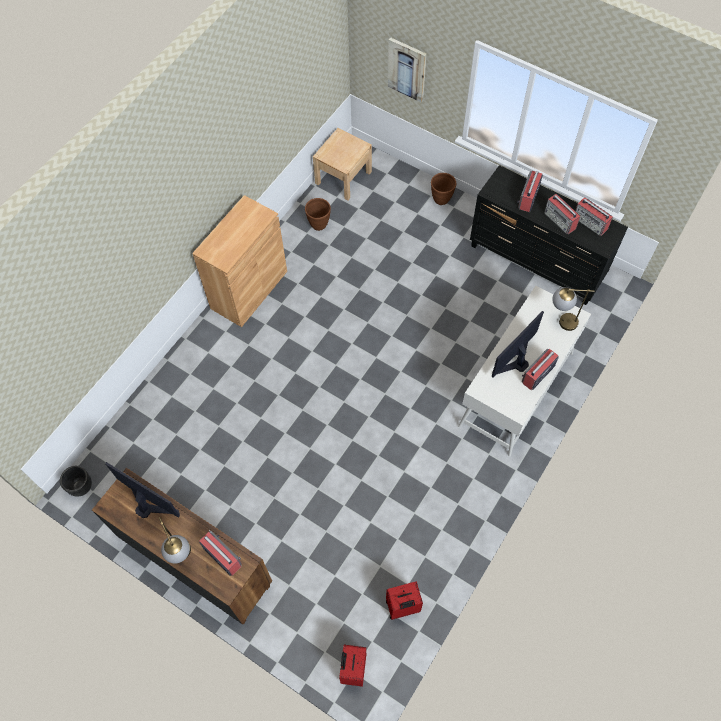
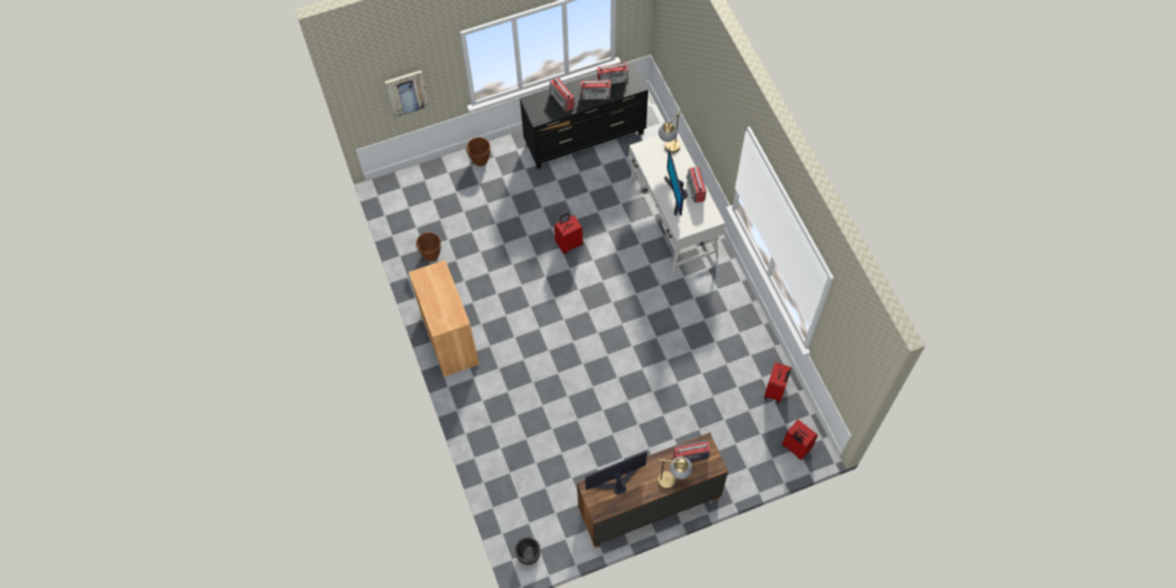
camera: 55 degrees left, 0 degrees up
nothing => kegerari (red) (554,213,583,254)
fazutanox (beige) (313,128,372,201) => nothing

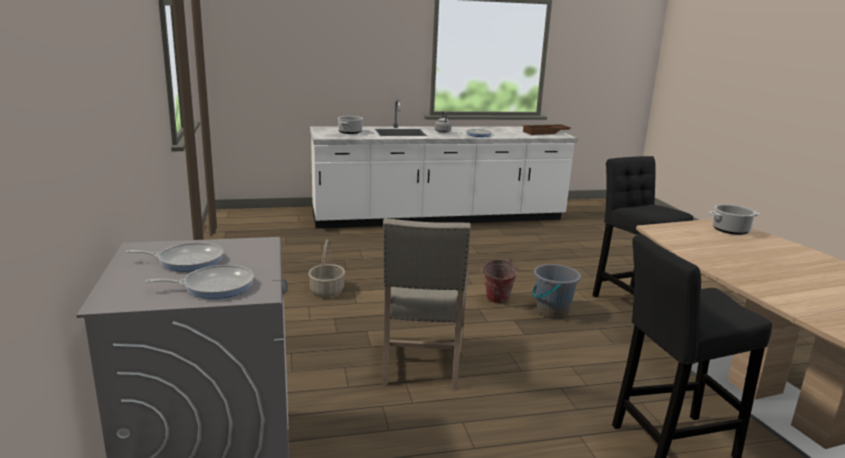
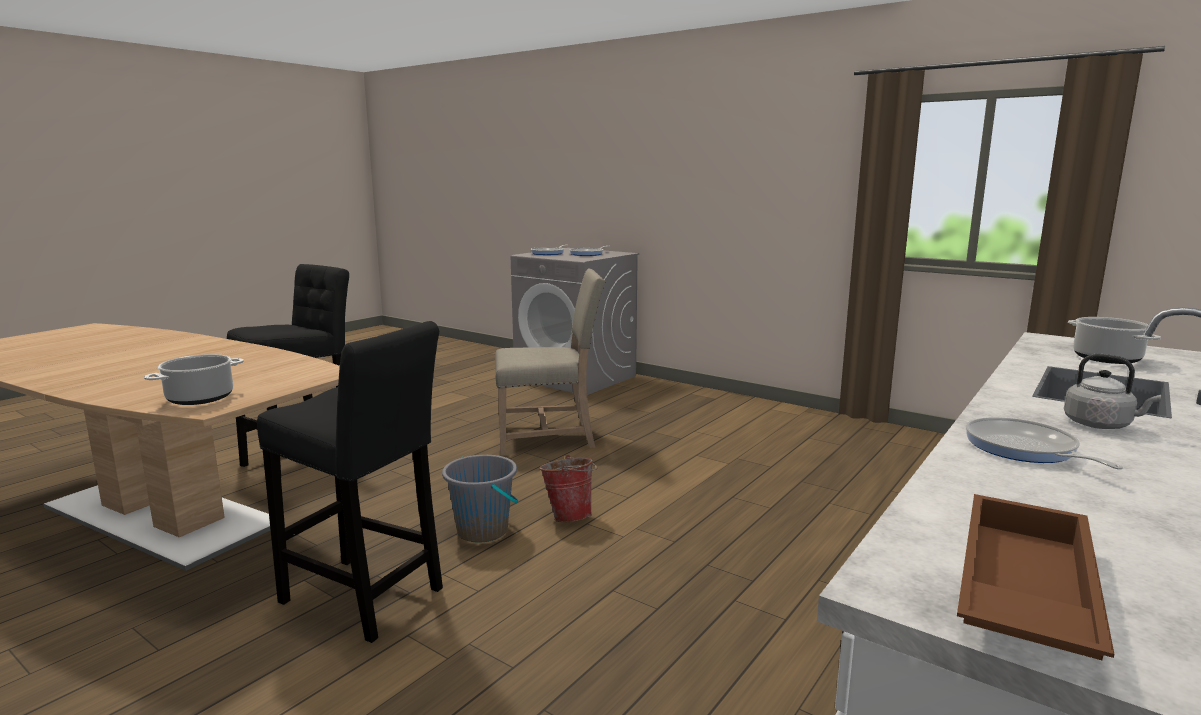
camera: 140 degrees right, 5 degrees down
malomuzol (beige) (382,218,471,391) => malomuzol (beige) (495,268,605,456), 120 degrees clockwise
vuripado (308,239,345,297) => nothing

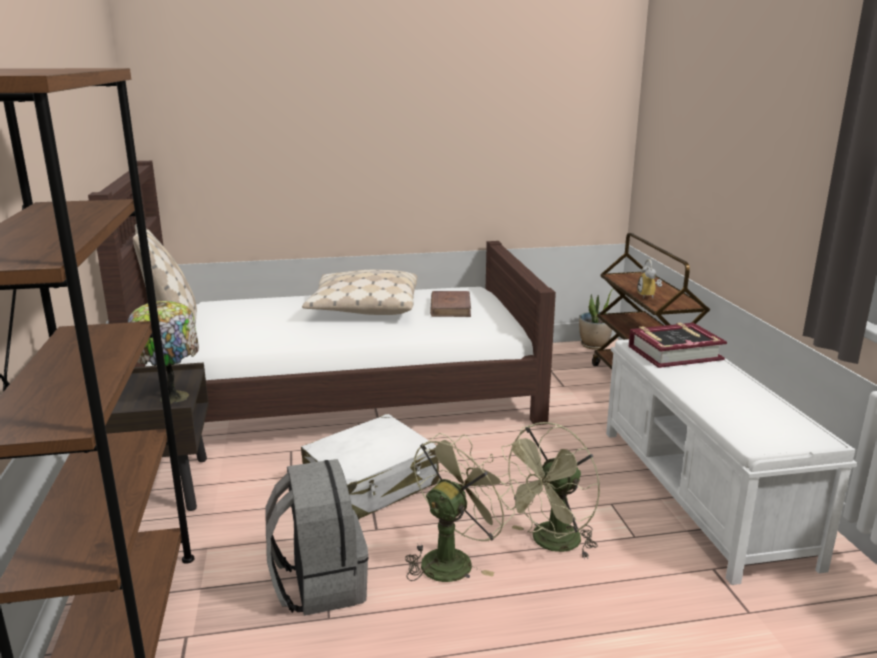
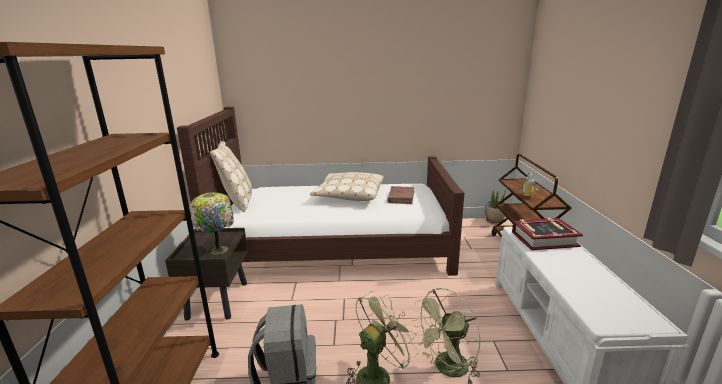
camera: 10 degrees right, 0 degrees up
kegerari (white) (301,414,439,520) => nothing

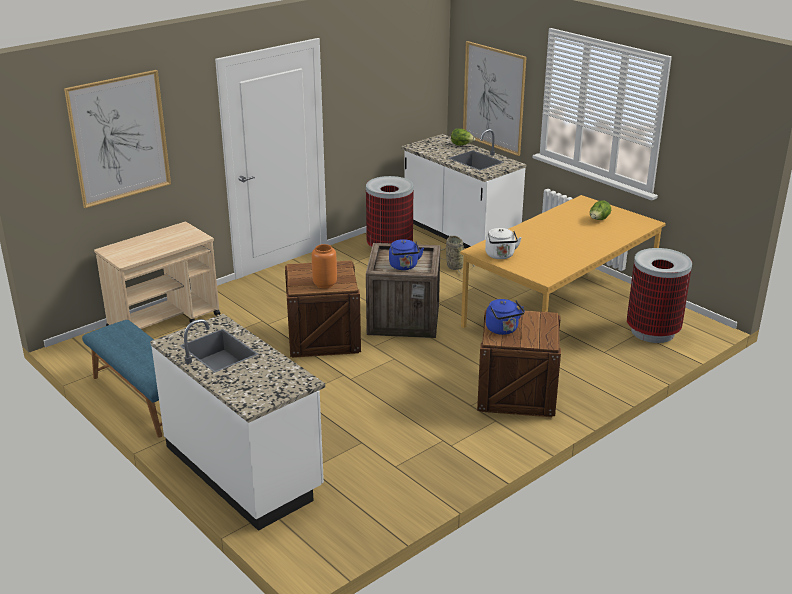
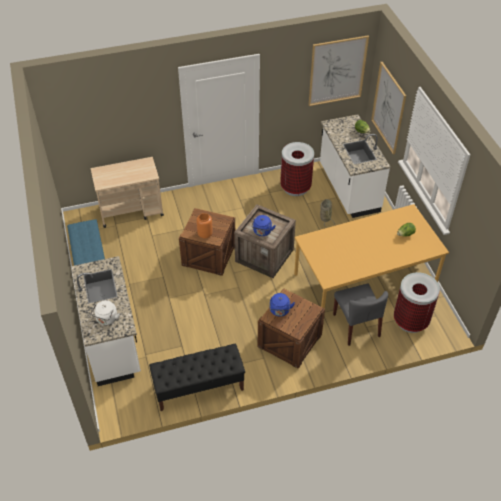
camera: 25 degrees right, 20 degrees up
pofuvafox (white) (485,228,522,259) => pofuvafox (white) (90,300,120,325), shifted
nothing => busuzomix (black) (149,343,245,411)
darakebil (64,70,171,208) => darakebil (309,35,369,106), shifted
nothing => malomuzol (grey) (333,284,388,346)

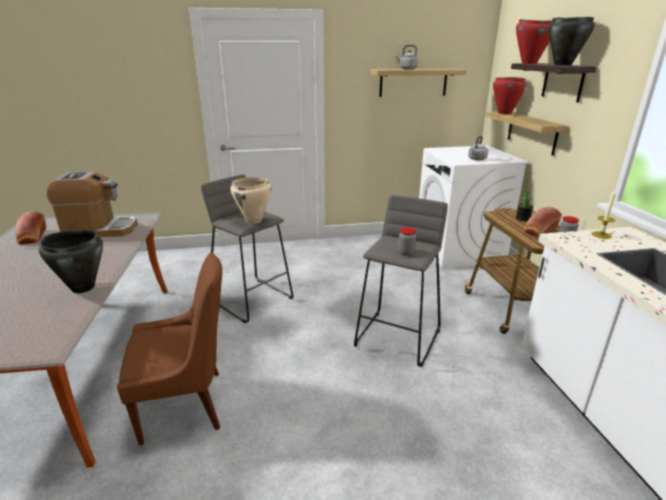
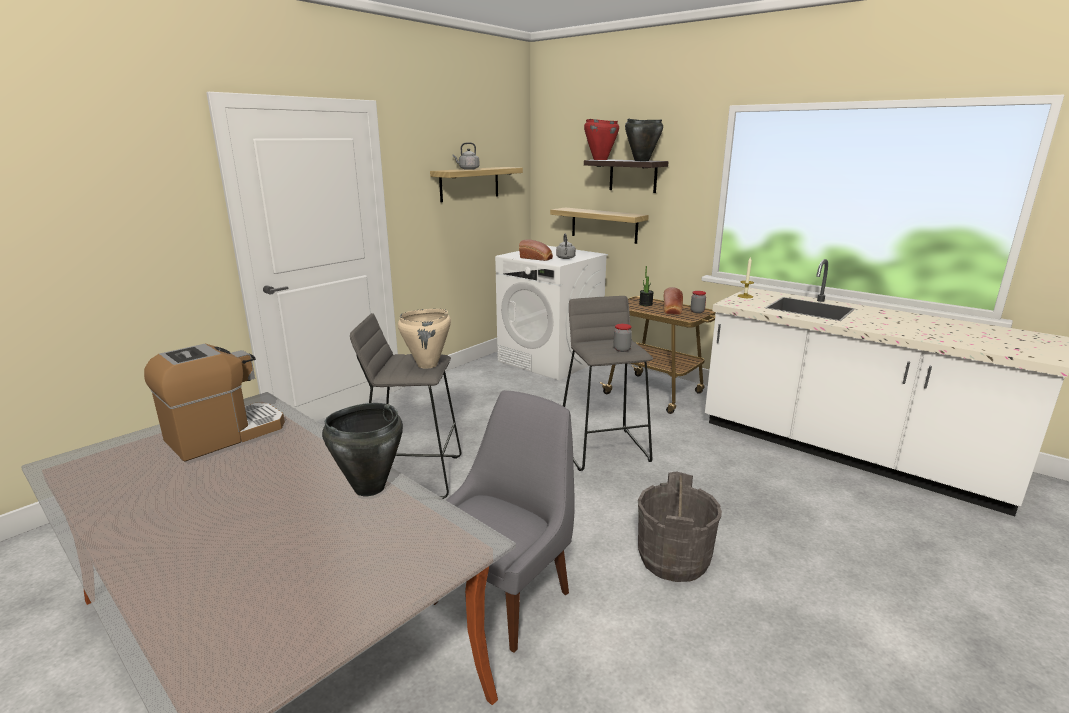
camera: 40 degrees left, 5 degrees down
malomuzol (brown) (117,252,222,445) => malomuzol (grey) (433,390,575,653)
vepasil (15,211,46,245) => vepasil (519,240,553,261), shifted
nothing => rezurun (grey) (638,471,722,582)
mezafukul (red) (493,77,527,114) => nothing

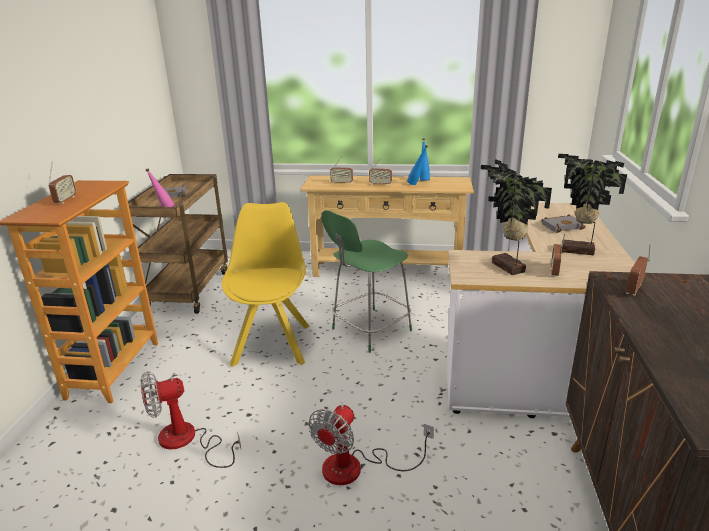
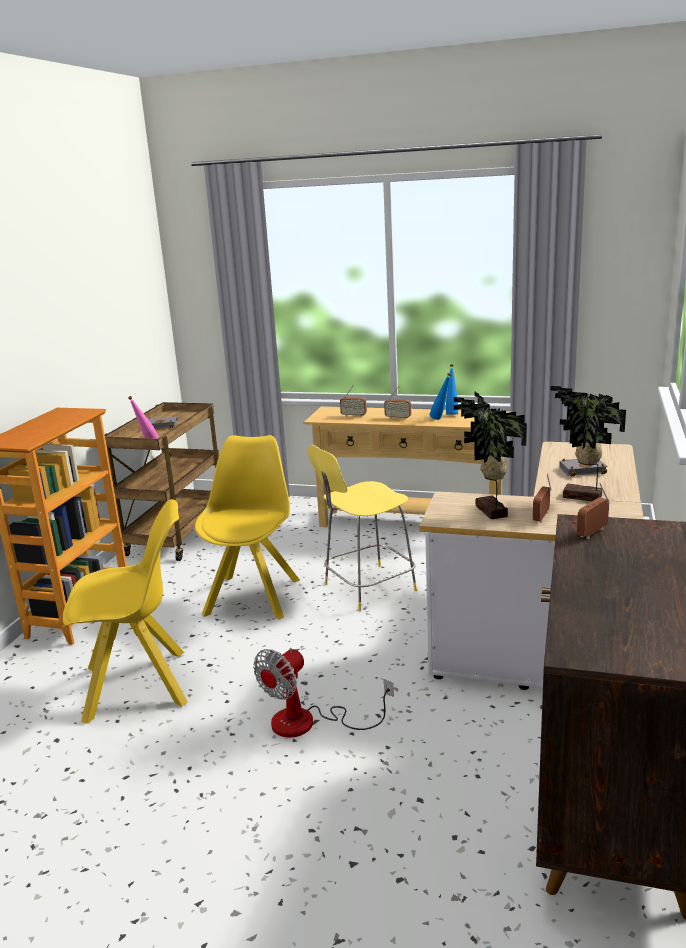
camera: 10 degrees right, 5 degrees down
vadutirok (140,371,241,468) => malomuzol (yellow) (63,499,188,724)
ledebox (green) (321,210,412,353) => ledebox (yellow) (308,445,417,611)
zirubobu (48,162,76,204) => nothing

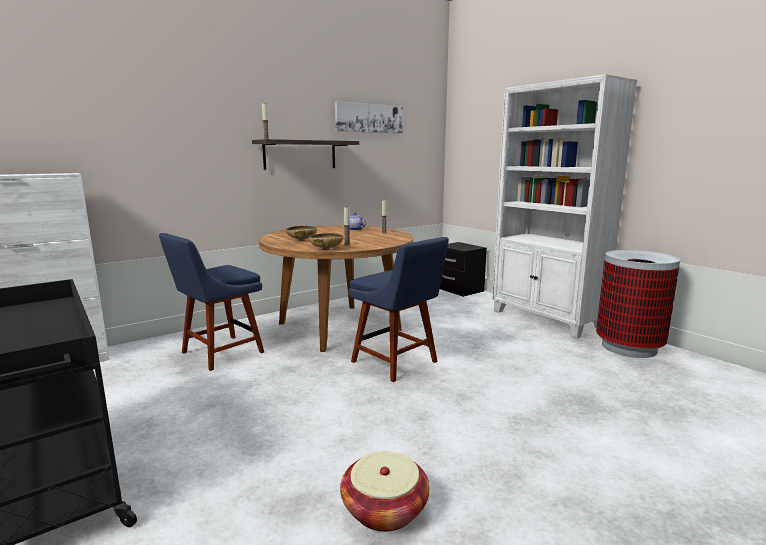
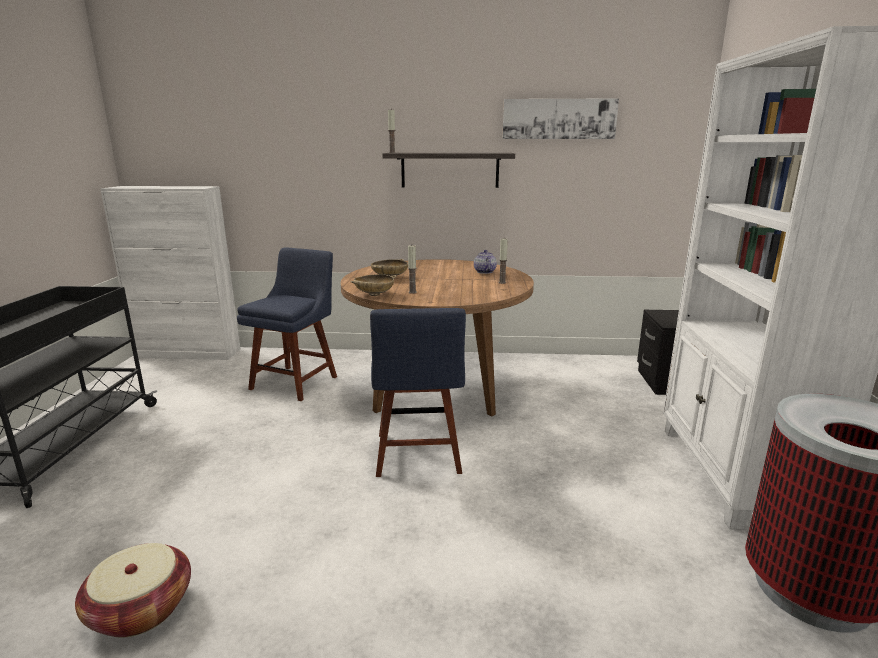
camera: 40 degrees right, 5 degrees up
malomuzol (blue) (159,233,264,371) => malomuzol (blue) (237,247,337,401), 120 degrees clockwise

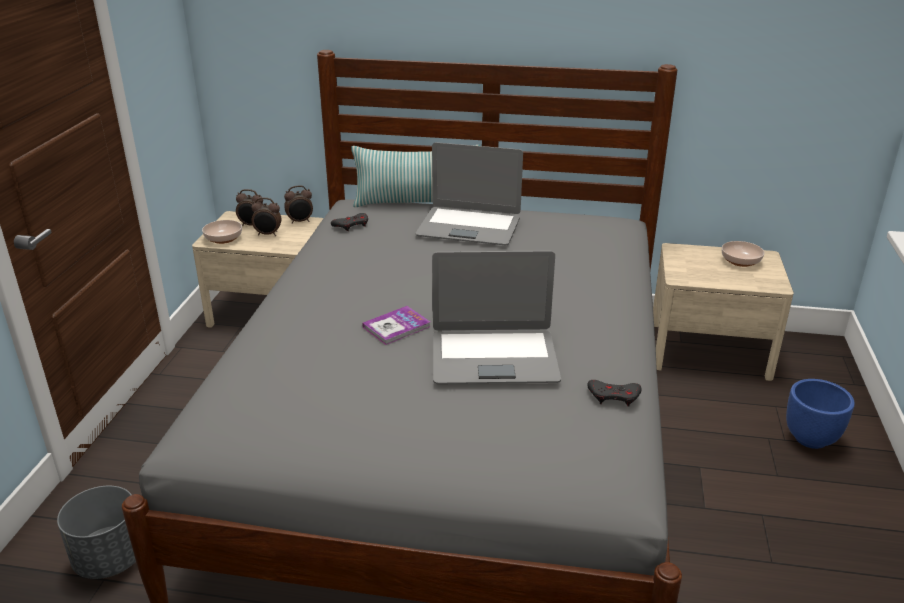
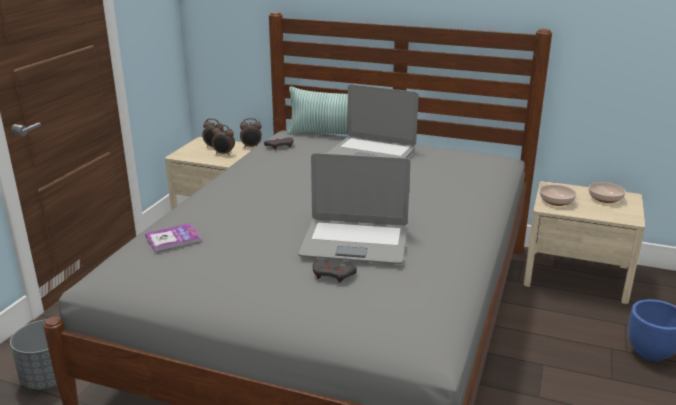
camera: 10 degrees right, 5 degrees down
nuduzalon (362,306,431,345) => nuduzalon (145,223,202,252), shifted
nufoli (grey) (588,380,642,407) => nufoli (grey) (313,260,357,283), shifted
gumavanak (202,220,242,244) => gumavanak (540,185,577,206), shifted

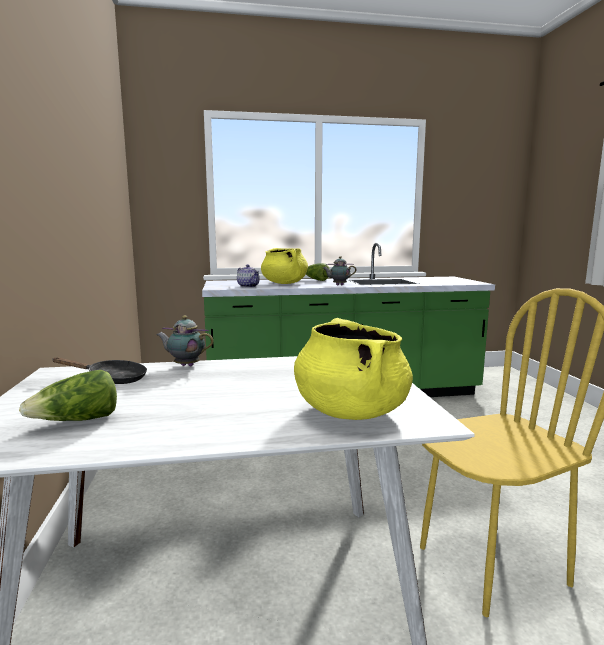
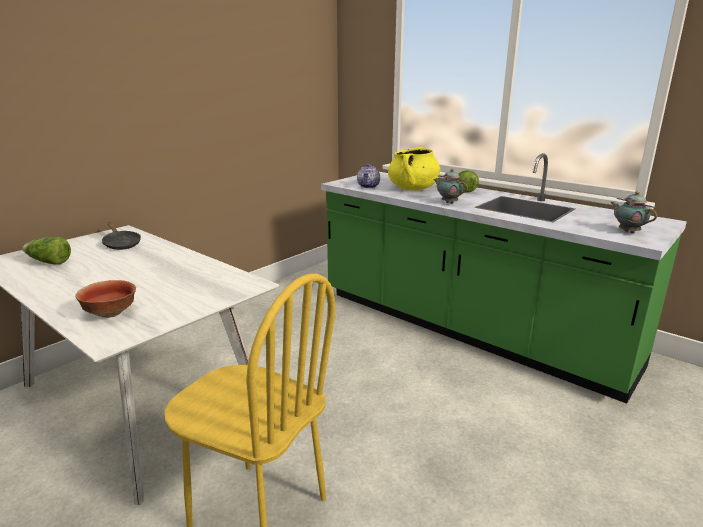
camera: 50 degrees right, 10 degrees up
mezafukul (yellow) (294,318,413,420) => gumavanak (75,280,136,318)
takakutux (156,315,214,366) => takakutux (610,191,657,234), shifted

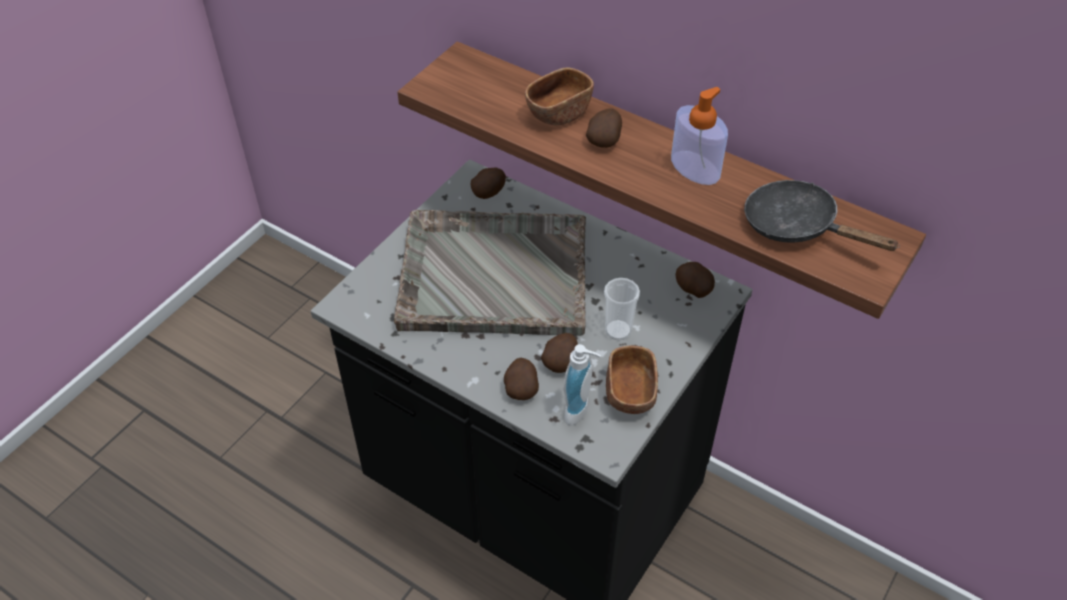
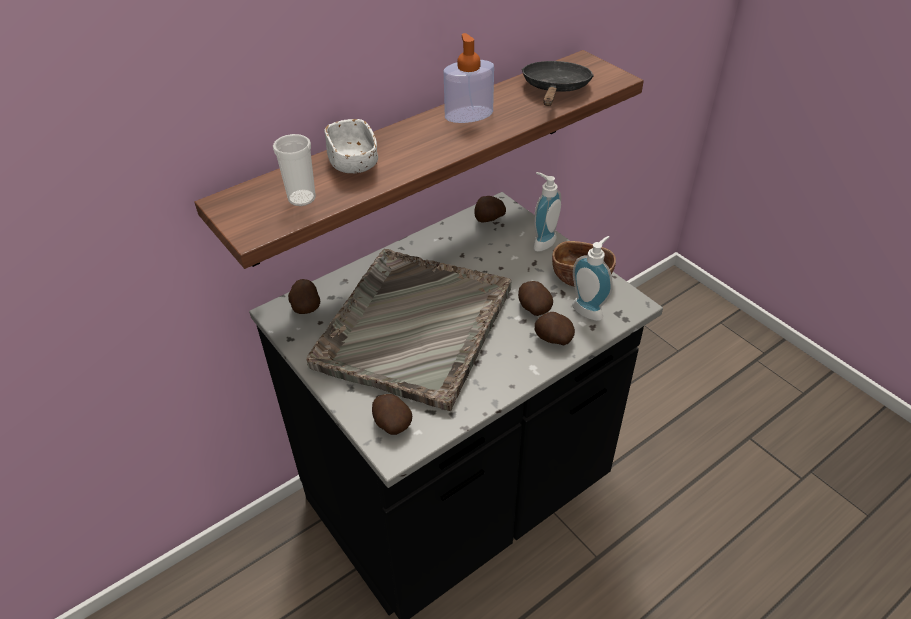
camera: 70 degrees left, 5 degrees down
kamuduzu (604,278,640,340) => kamuduzu (273,134,316,206), shifted
gumavanak (brown) (525,68,594,125) => gumavanak (white) (325,119,378,173)
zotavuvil (586,108,622,148) => zotavuvil (372,394,412,435), shifted
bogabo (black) (744,180,900,251) => bogabo (black) (522,61,594,106), 135 degrees clockwise
nothing => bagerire (533,172,561,251)

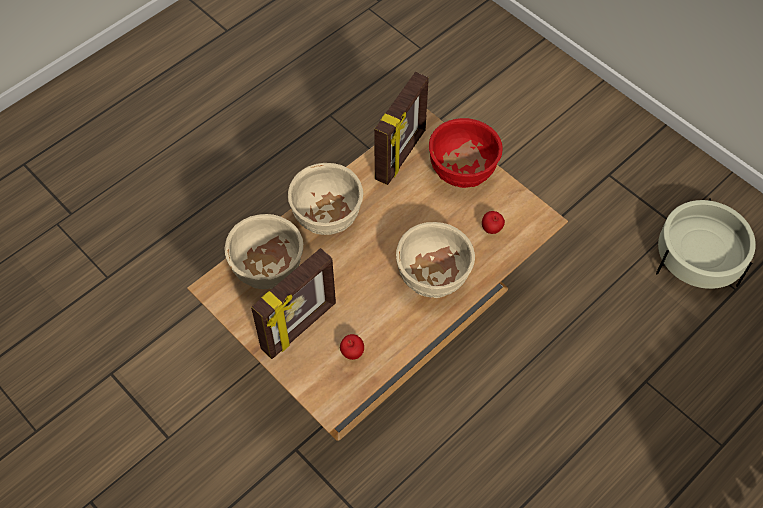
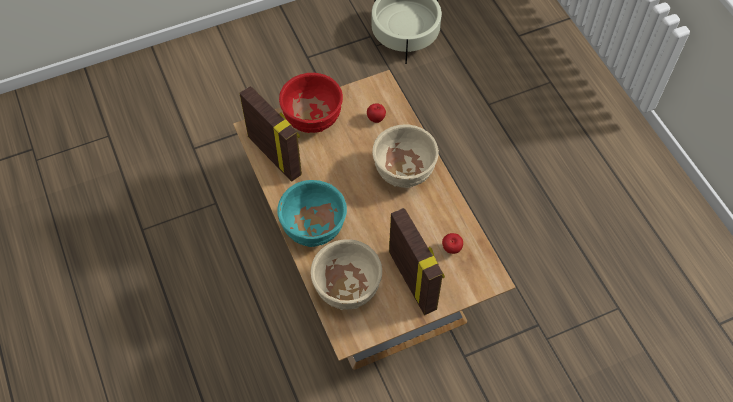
camera: 70 degrees left, 0 degrees up
gumavanak (beige) (288,163,363,235) => gumavanak (turquoise) (277,180,347,247)

